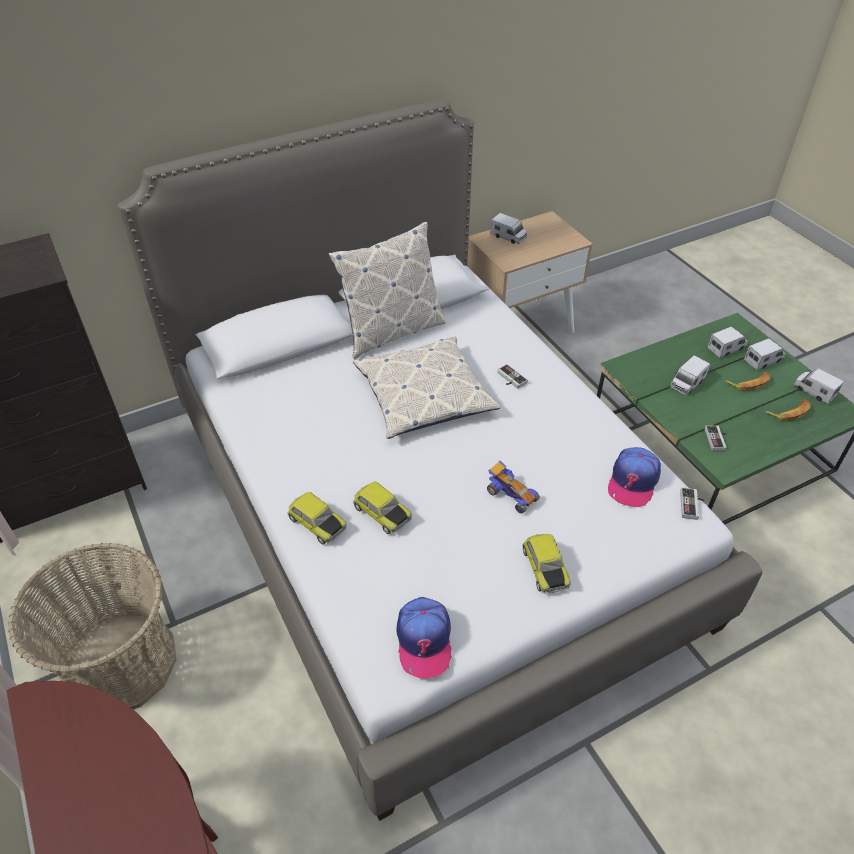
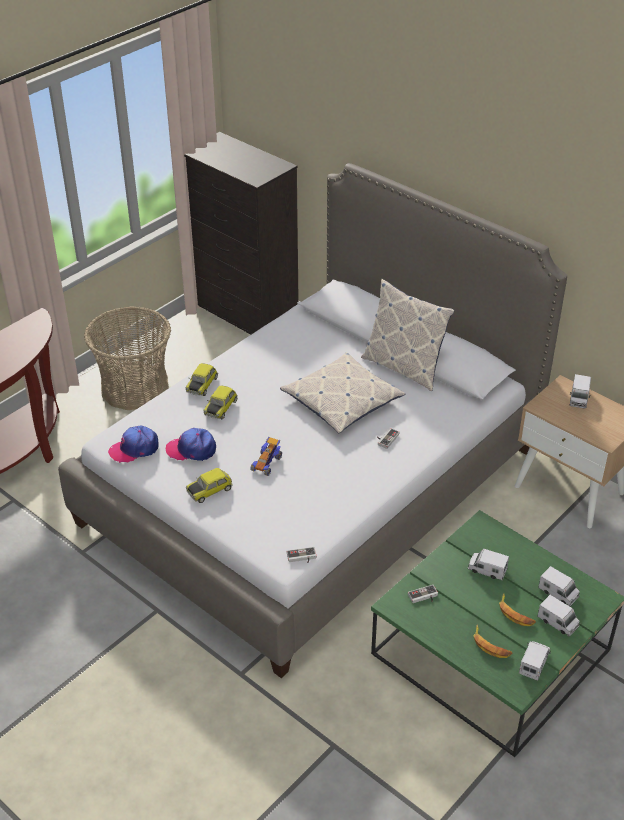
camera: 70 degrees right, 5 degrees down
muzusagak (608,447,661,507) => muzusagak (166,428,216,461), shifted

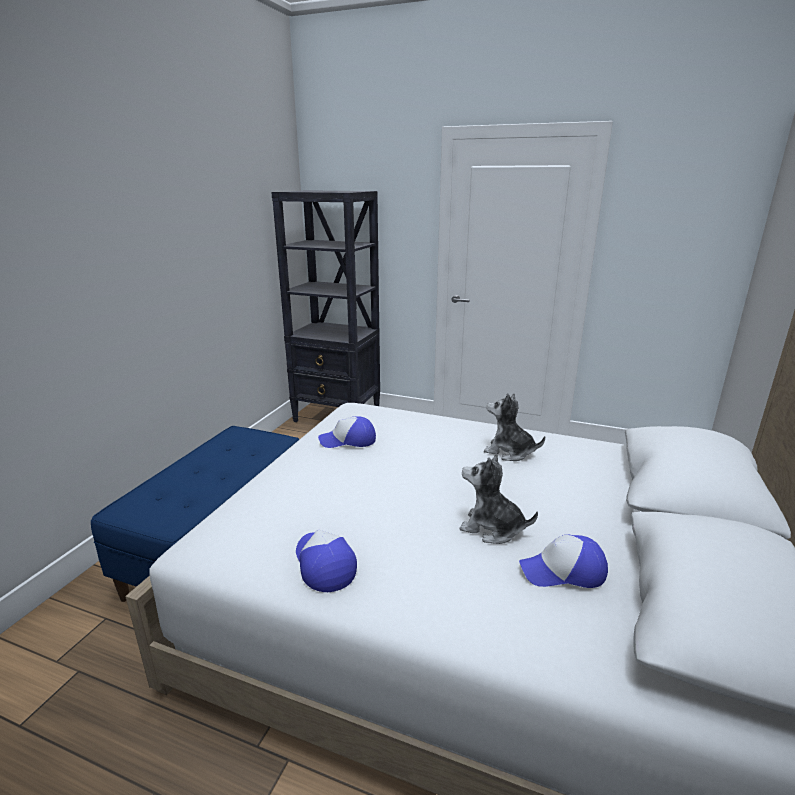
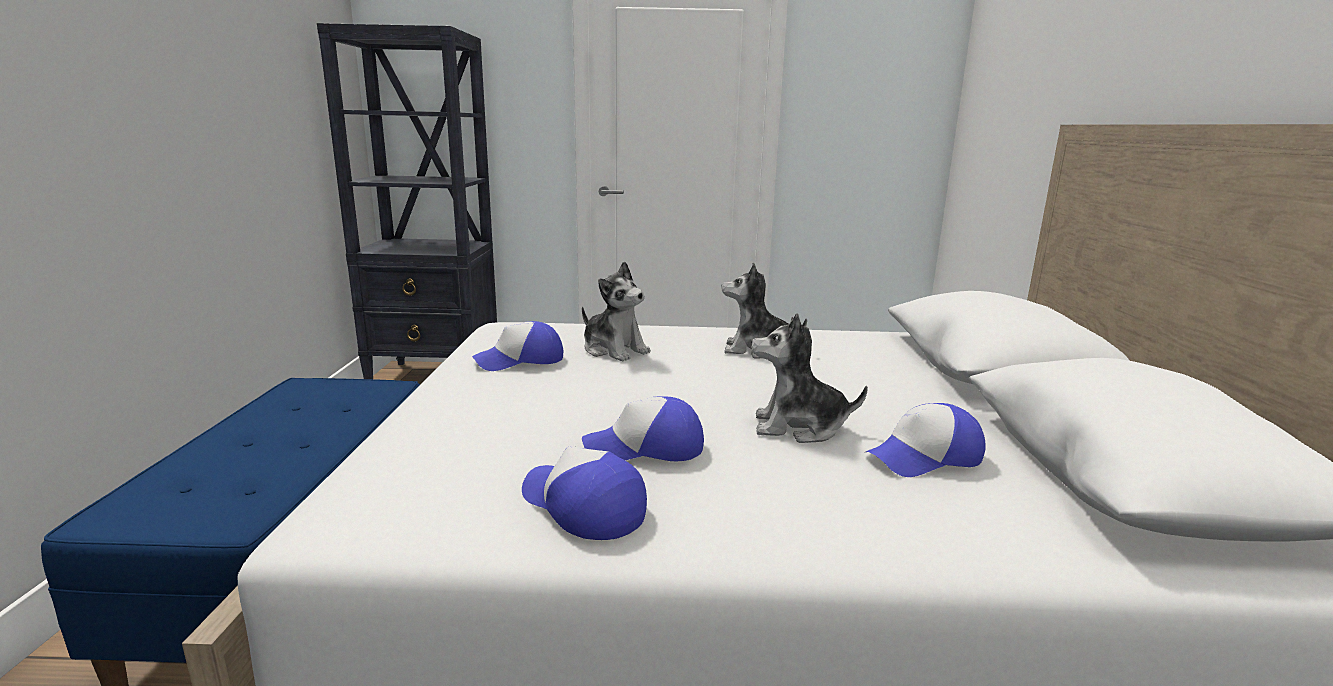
camera: 20 degrees left, 5 degrees down
nothing => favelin (582,261,651,362)
nothing => muzusagak (582,396,704,461)

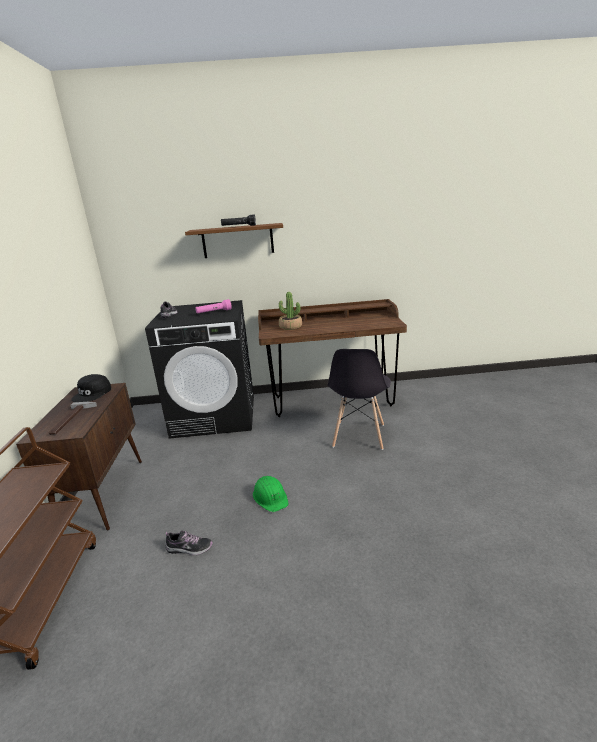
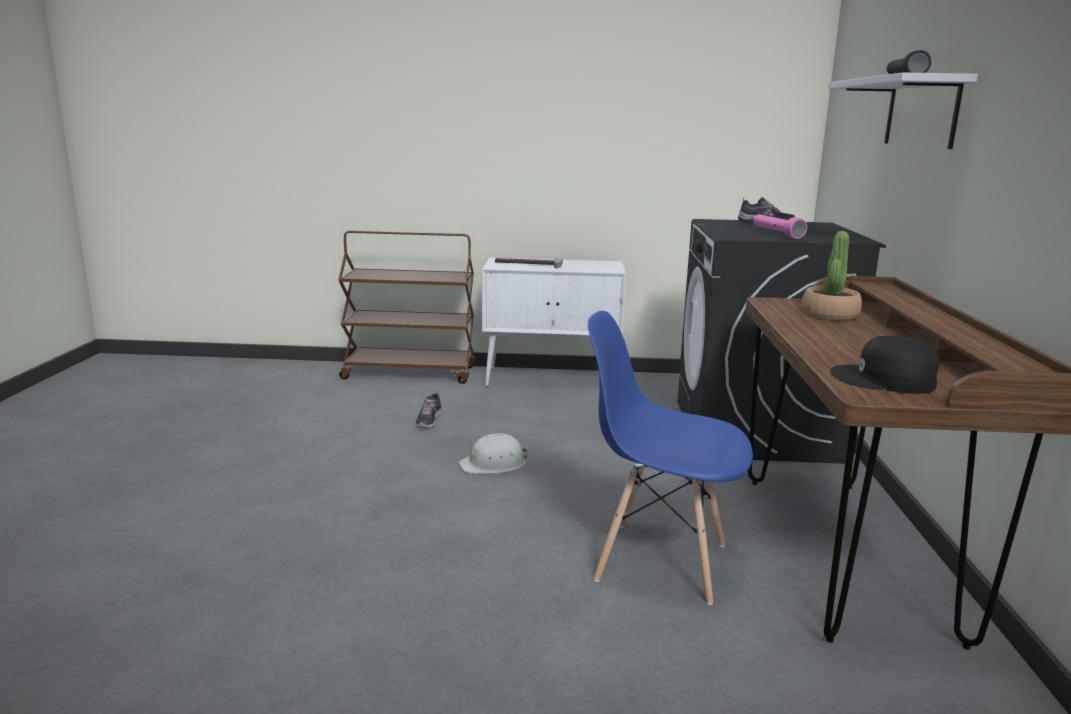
camera: 95 degrees right, 5 degrees down
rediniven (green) (253,476,289,512) => rediniven (white) (459,433,527,474)
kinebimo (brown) (16,383,142,530) => kinebimo (white) (482,258,626,387)
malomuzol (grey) (327,349,391,450) => malomuzol (blue) (588,311,753,605)
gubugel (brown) (185,223,283,258) => gubugel (white) (828,72,978,149)
muzusagak (black) (71,374,111,402) => muzusagak (black) (830,336,939,394), shifted

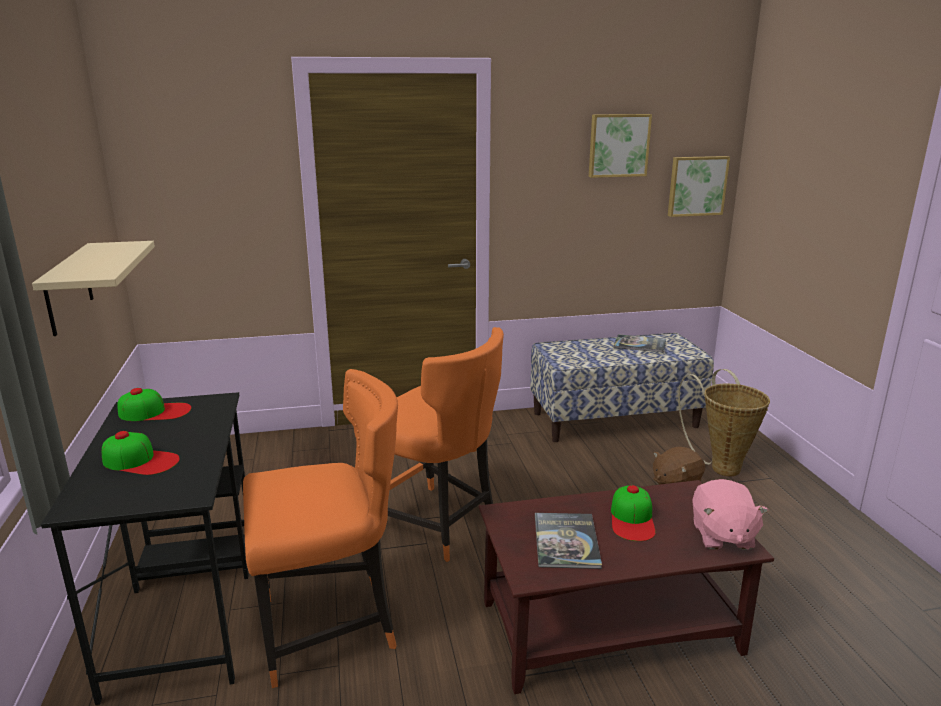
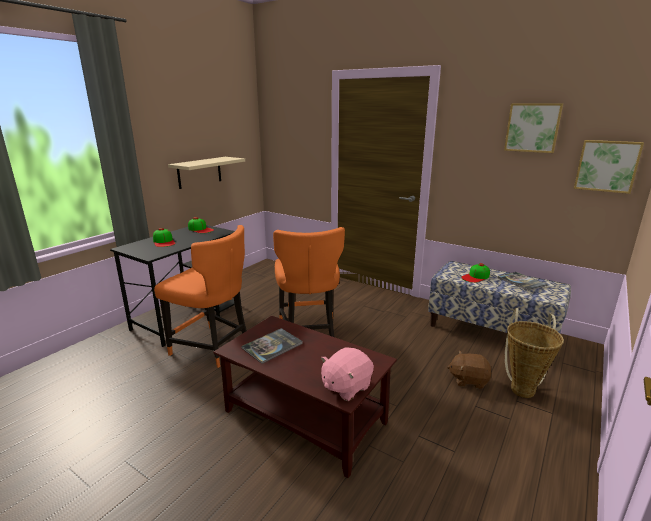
camera: 45 degrees right, 0 degrees up
muzusagak (611,485,656,541) => muzusagak (461,263,490,283), shifted

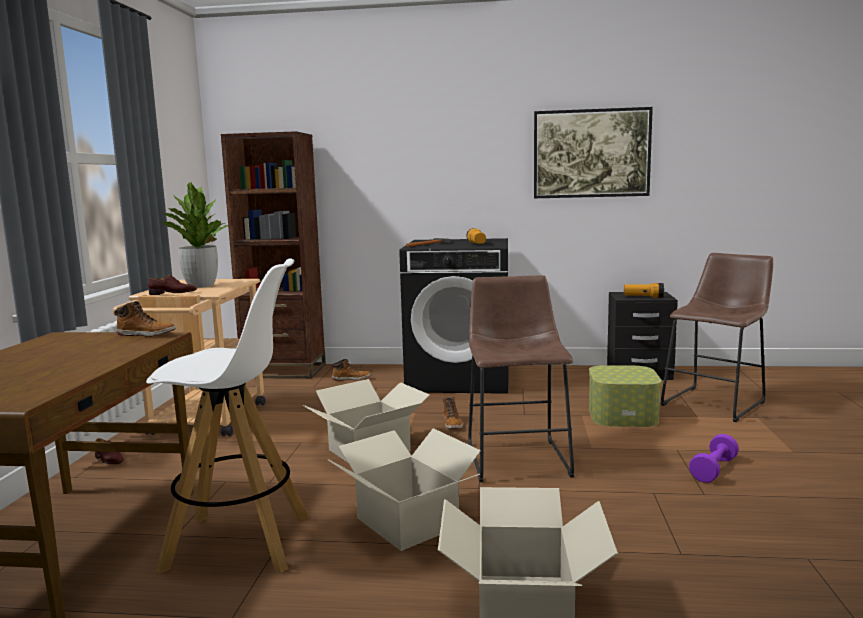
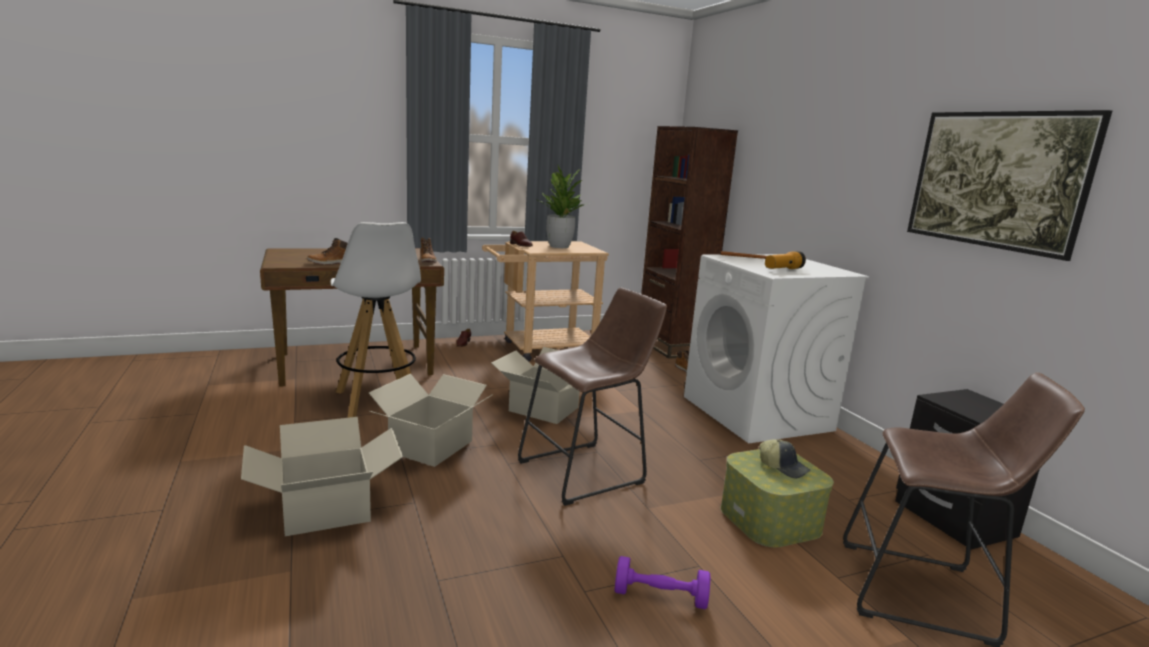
camera: 60 degrees right, 5 degrees up
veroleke (443,397,463,429) => veroleke (307,238,348,265), shifted
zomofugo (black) (399,238,508,394) => zomofugo (white) (684,254,869,443)
nothing => muzusagak (759,439,811,478)
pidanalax (624,283,664,298) => nothing

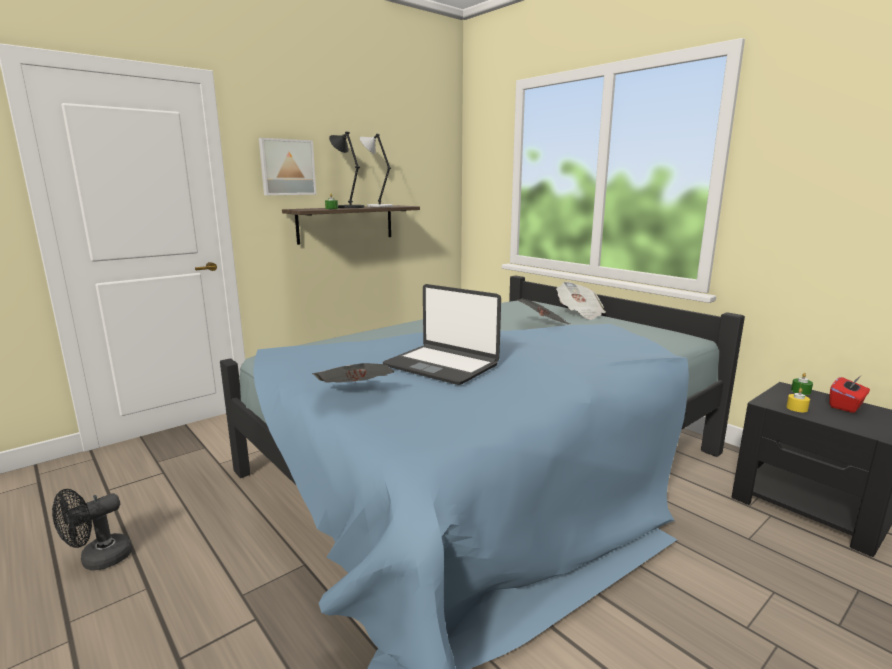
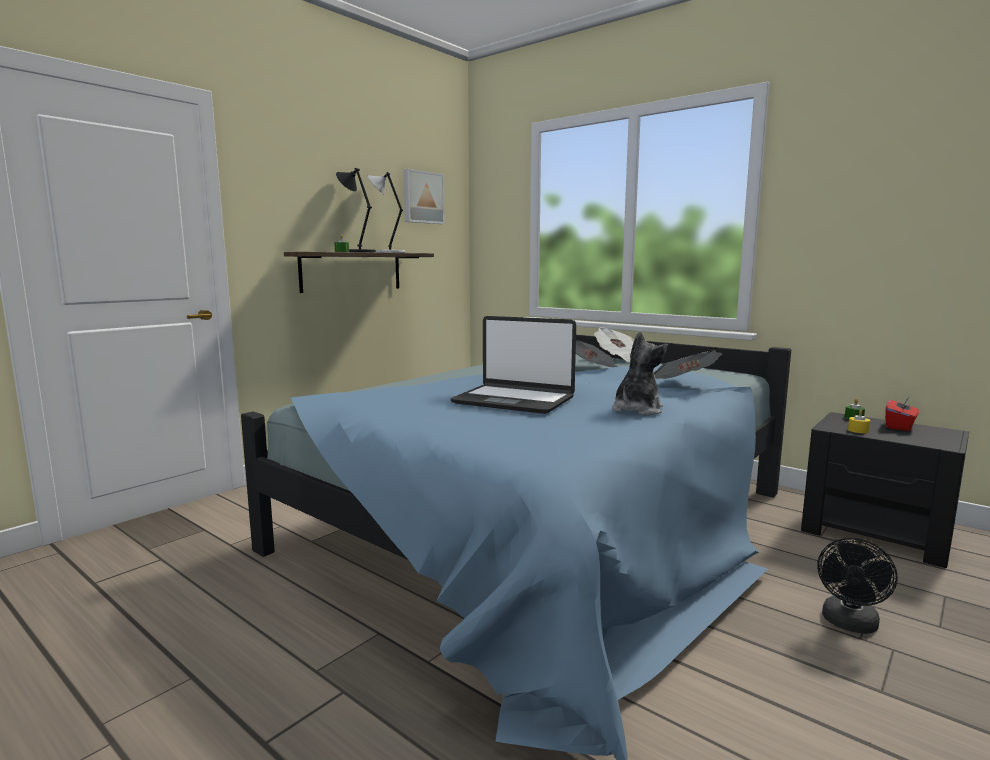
camera: 10 degrees left, 5 degrees down
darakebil (259,138,316,195) => darakebil (403,169,445,224), shifted
nothing => favelin (612,332,668,416)
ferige (312,363,395,383) => ferige (654,350,722,379), shifted
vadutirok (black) (52,489,132,570) => vadutirok (black) (817,538,898,634), shifted

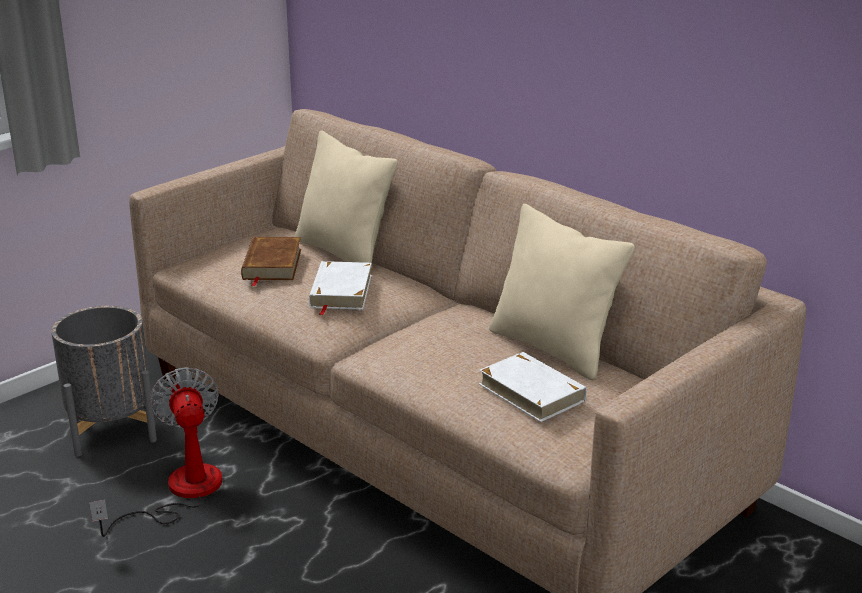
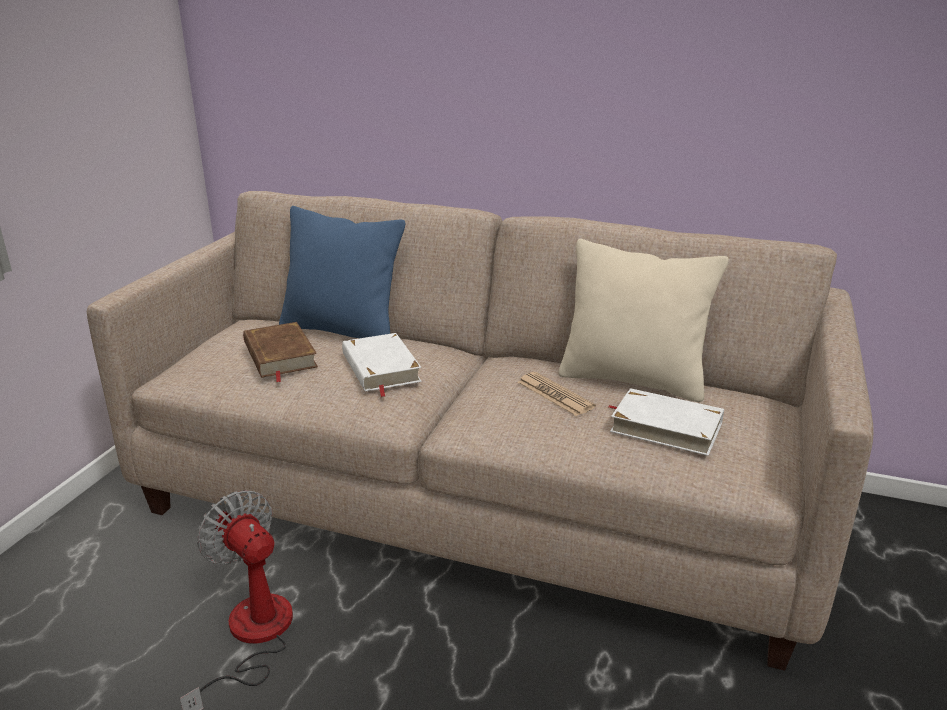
camera: 25 degrees left, 0 degrees up
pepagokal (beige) (295,130,398,274) => pepagokal (blue) (279,206,405,338)
nothing => ferige (518,372,596,416)
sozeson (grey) (51,306,157,457) => nothing

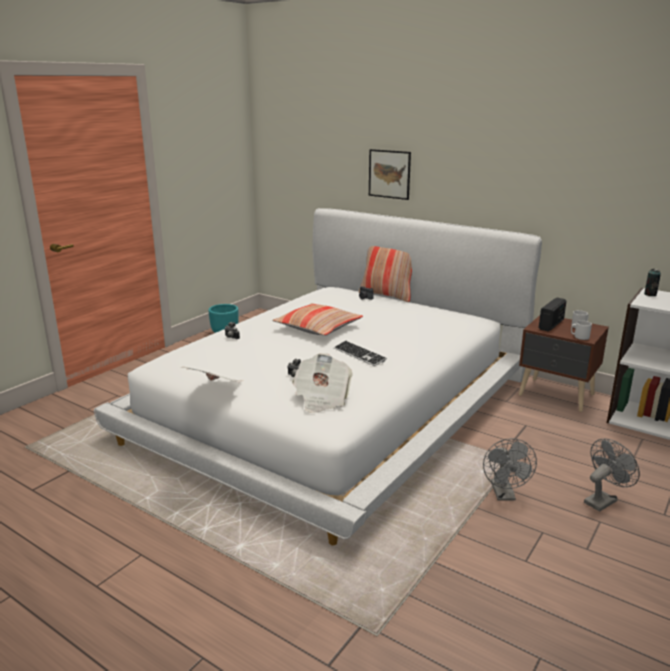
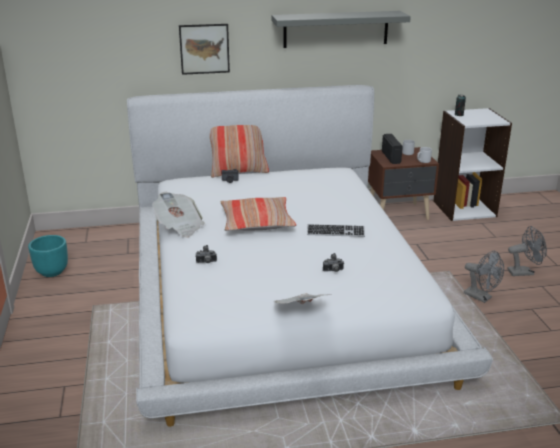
camera: 45 degrees left, 5 degrees up
ferige (292,353,353,413) => ferige (152,192,205,237), shifted
nothing => gubugel (grey) (271,11,411,48)
vadutirok (grey) (584,439,640,512) => vadutirok (grey) (507,226,547,276), 75 degrees clockwise

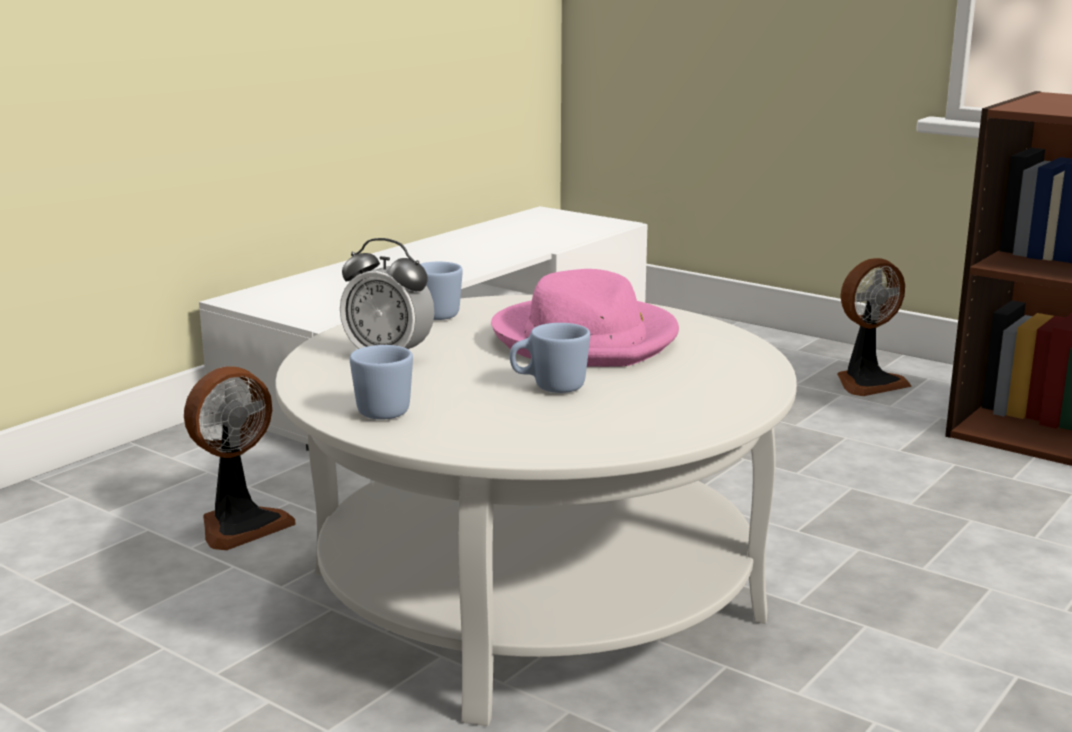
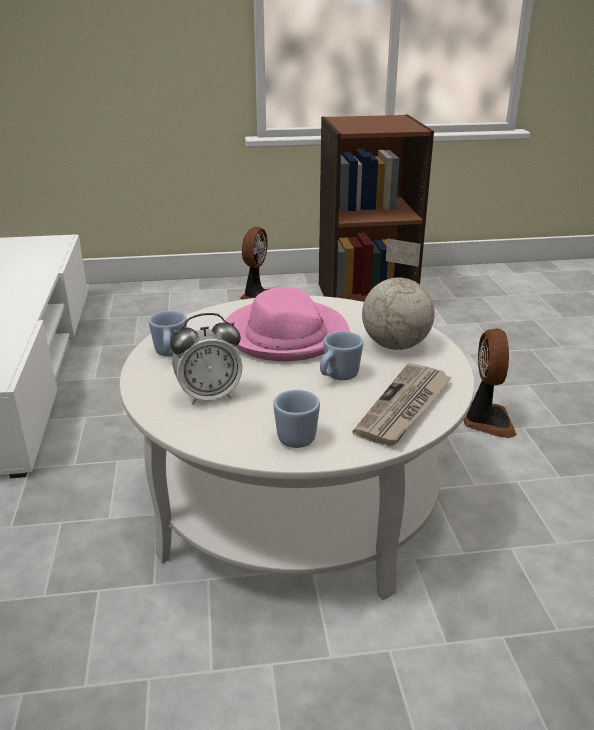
camera: 45 degrees left, 10 degrees up
nothing => ferige (353,363,452,446)
nothing => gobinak (362,239,435,350)
vadutirok (184,366,295,550) => vadutirok (463,329,517,438), shifted

